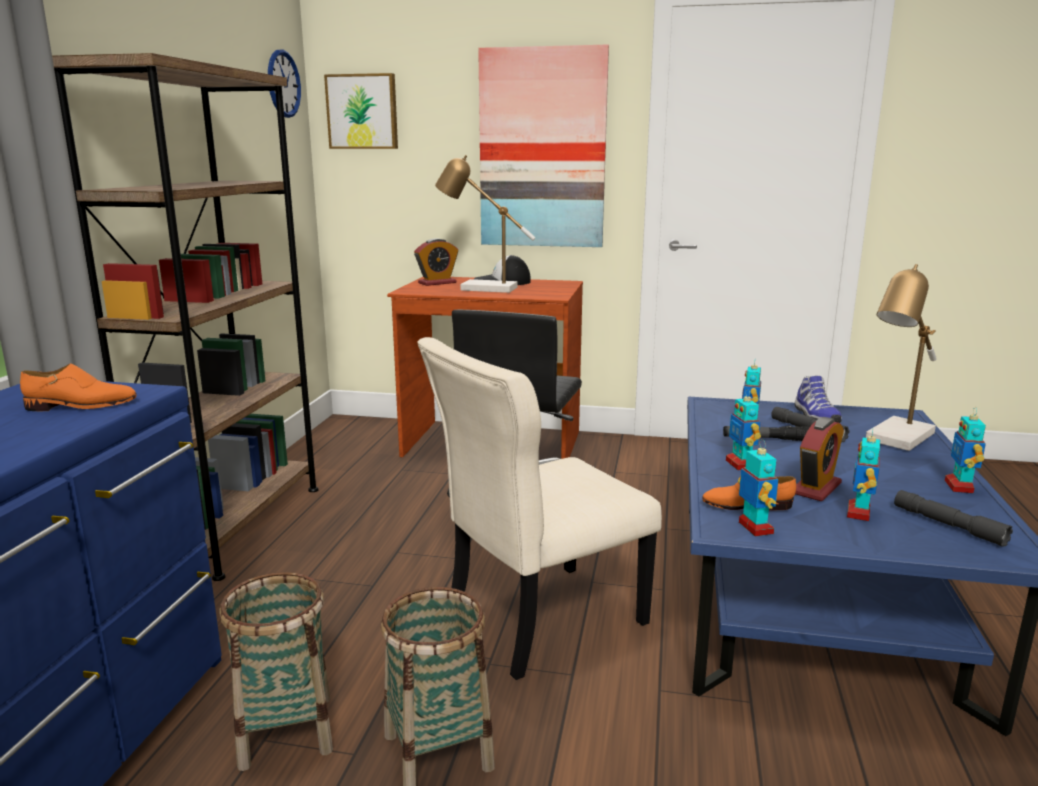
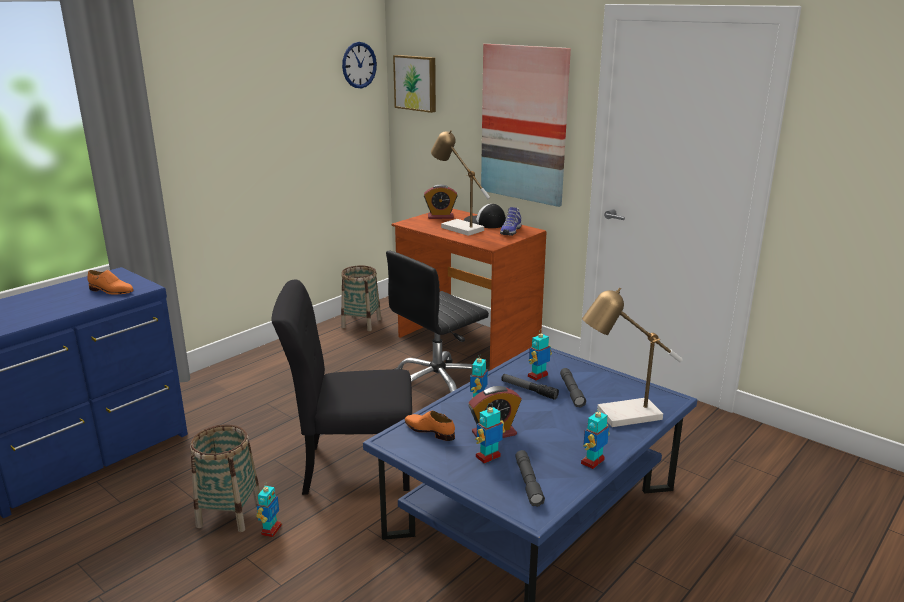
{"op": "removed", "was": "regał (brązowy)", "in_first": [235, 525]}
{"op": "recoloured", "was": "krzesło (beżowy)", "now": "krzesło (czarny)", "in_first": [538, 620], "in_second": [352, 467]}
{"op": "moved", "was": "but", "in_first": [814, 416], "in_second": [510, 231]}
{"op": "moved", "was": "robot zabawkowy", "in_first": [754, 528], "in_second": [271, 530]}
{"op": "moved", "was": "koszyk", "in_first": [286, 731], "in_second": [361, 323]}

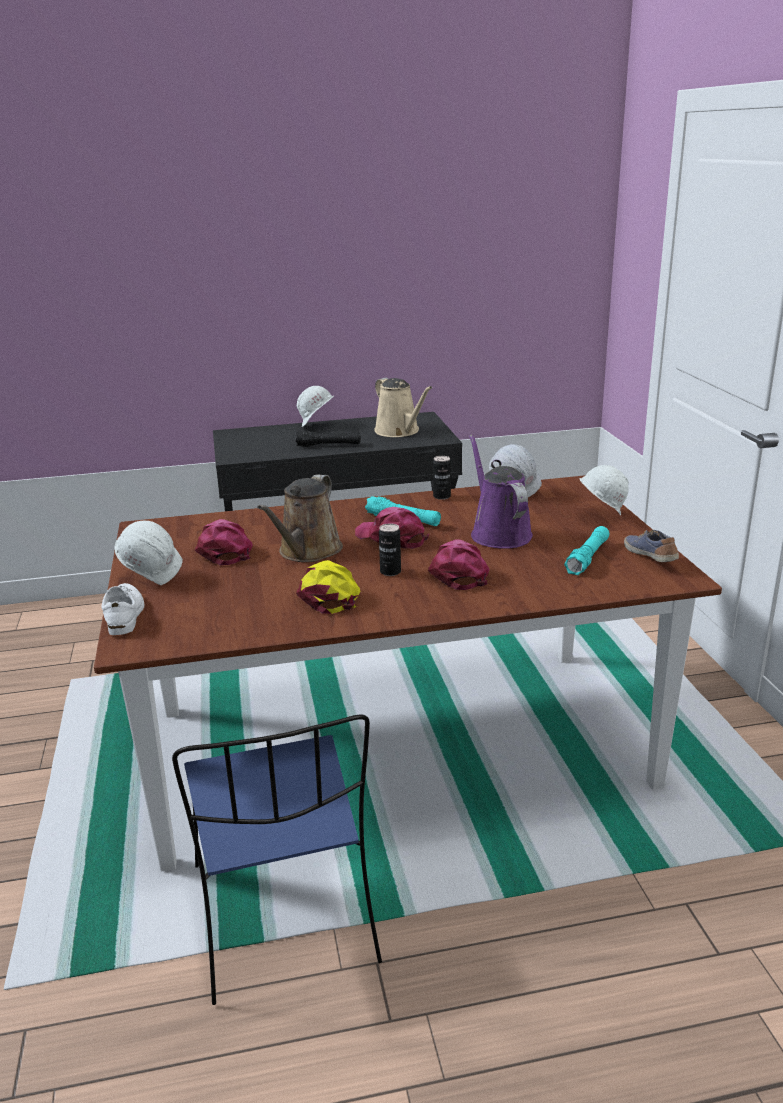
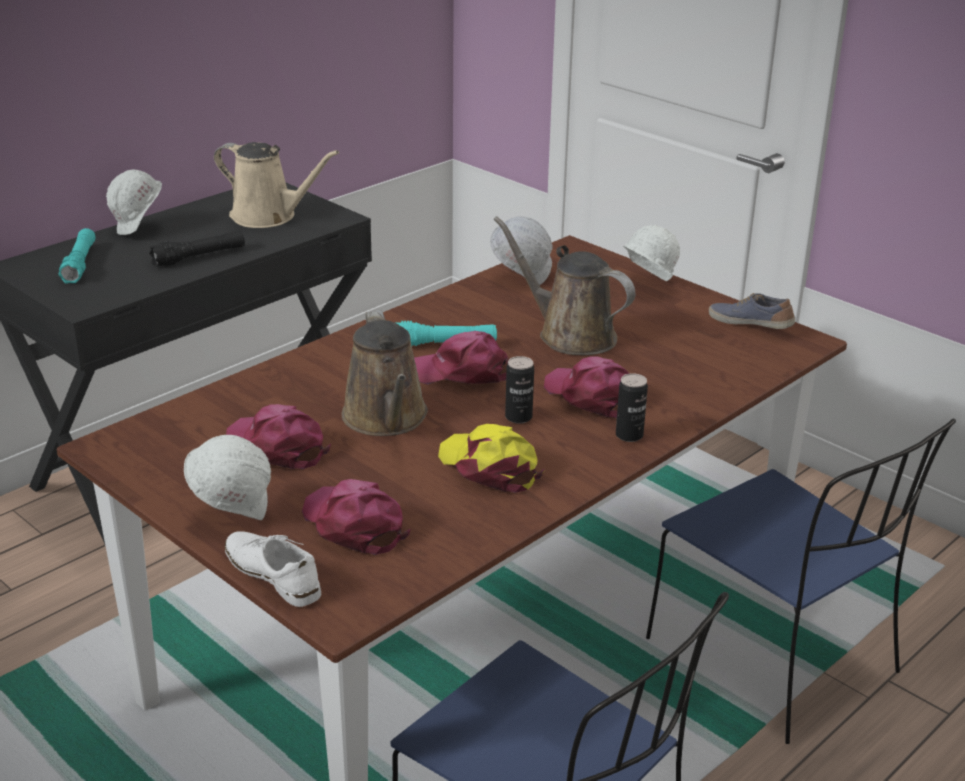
{"op": "recoloured", "was": "konewka (fioletowy)", "now": "konewka (brązowy)", "in_first": [498, 533], "in_second": [570, 335]}
{"op": "moved", "was": "puszka", "in_first": [441, 496], "in_second": [629, 435]}
{"op": "moved", "was": "latarka (turkusowy)", "in_first": [588, 558], "in_second": [80, 264]}
{"op": "added", "now": "krzesło (niebieski)", "in_second": [776, 659]}
{"op": "added", "now": "czapka z daszkiem (różowy)", "in_second": [354, 524]}

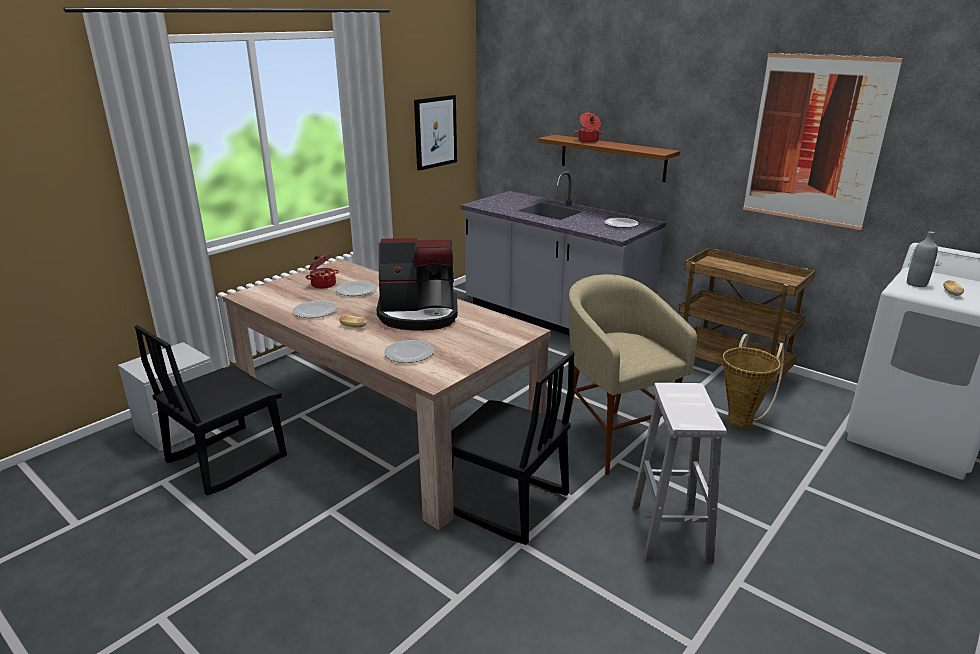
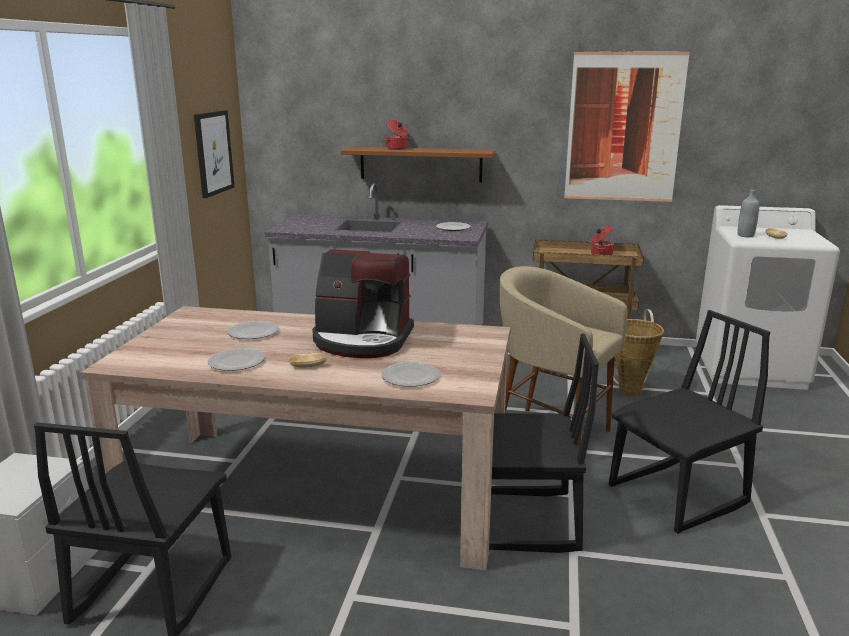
{"op": "turned", "was": "ekspres do kawy", "in_first": [419, 314], "in_second": [362, 340], "clockwise": 45}
{"op": "moved", "was": "garnek", "in_first": [323, 284], "in_second": [601, 254]}
{"op": "replaced", "was": "stołek (biały)", "now": "krzesło (czarny)", "in_first": [670, 533], "in_second": [678, 496]}

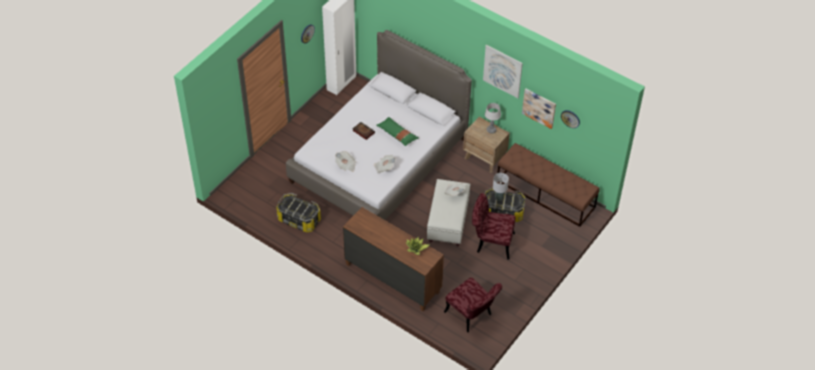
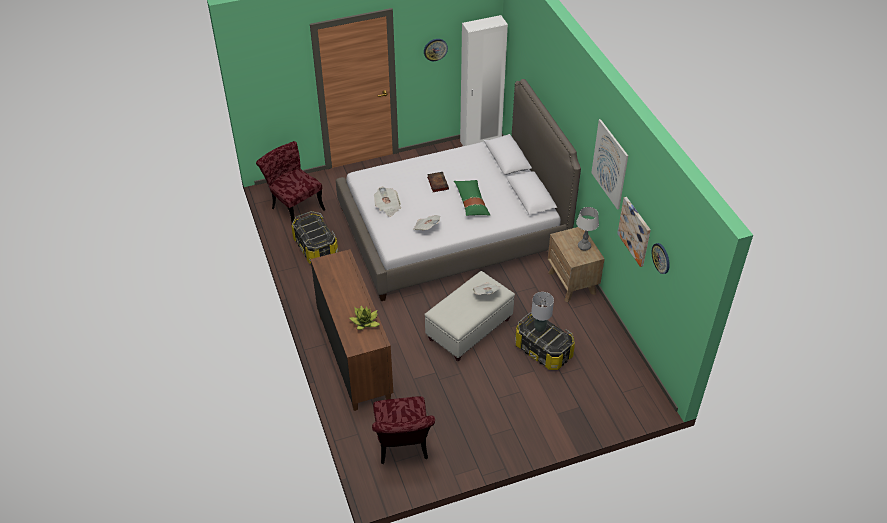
{"op": "removed", "was": "ławka (brązowy)", "in_first": [546, 194]}
{"op": "moved", "was": "krzesło (czerwony)", "in_first": [491, 242], "in_second": [294, 206]}

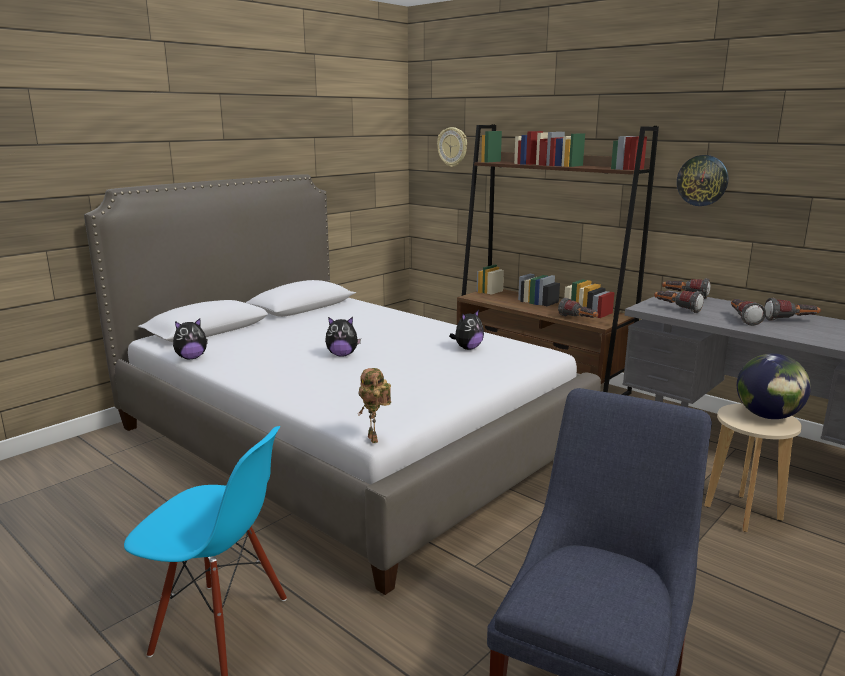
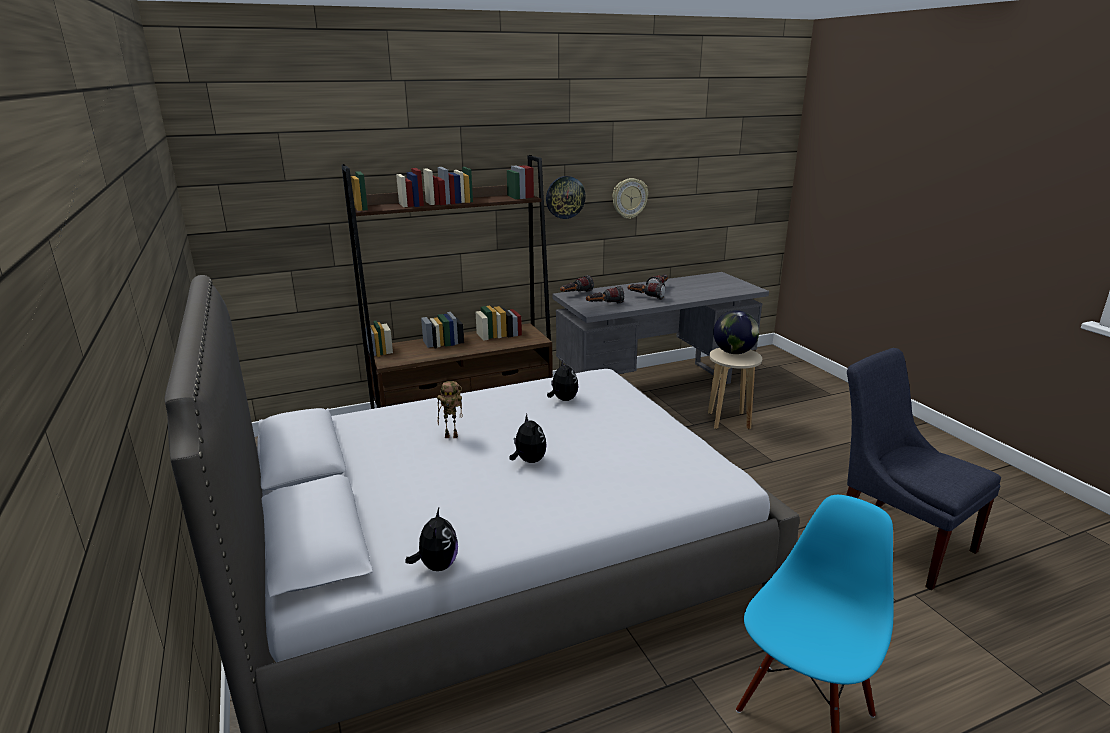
{"op": "moved", "was": "zegar ścienny", "in_first": [452, 147], "in_second": [629, 198]}
{"op": "removed", "was": "latarka", "in_first": [578, 320]}
{"op": "turned", "was": "pluszak", "in_first": [342, 355], "in_second": [528, 461], "clockwise": -45}
{"op": "moved", "was": "robot zabawkowy", "in_first": [375, 439], "in_second": [452, 436]}

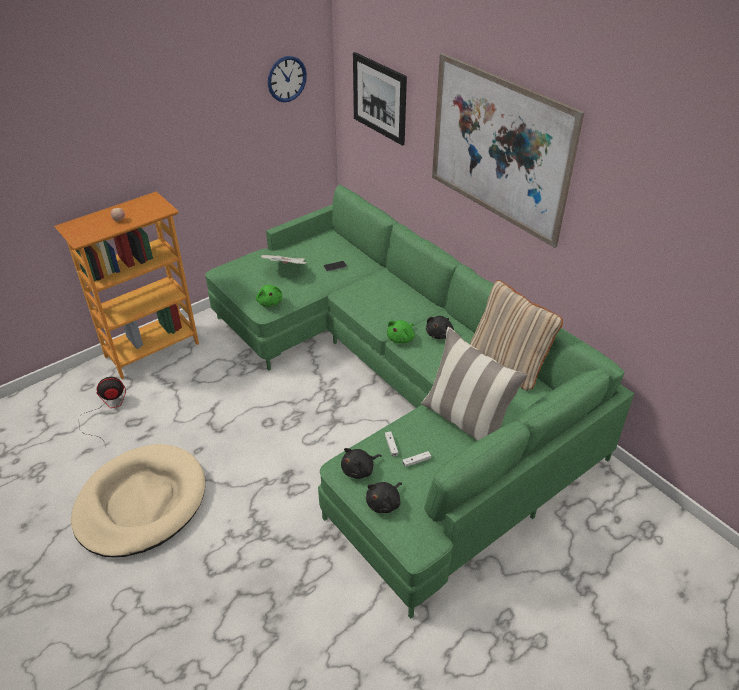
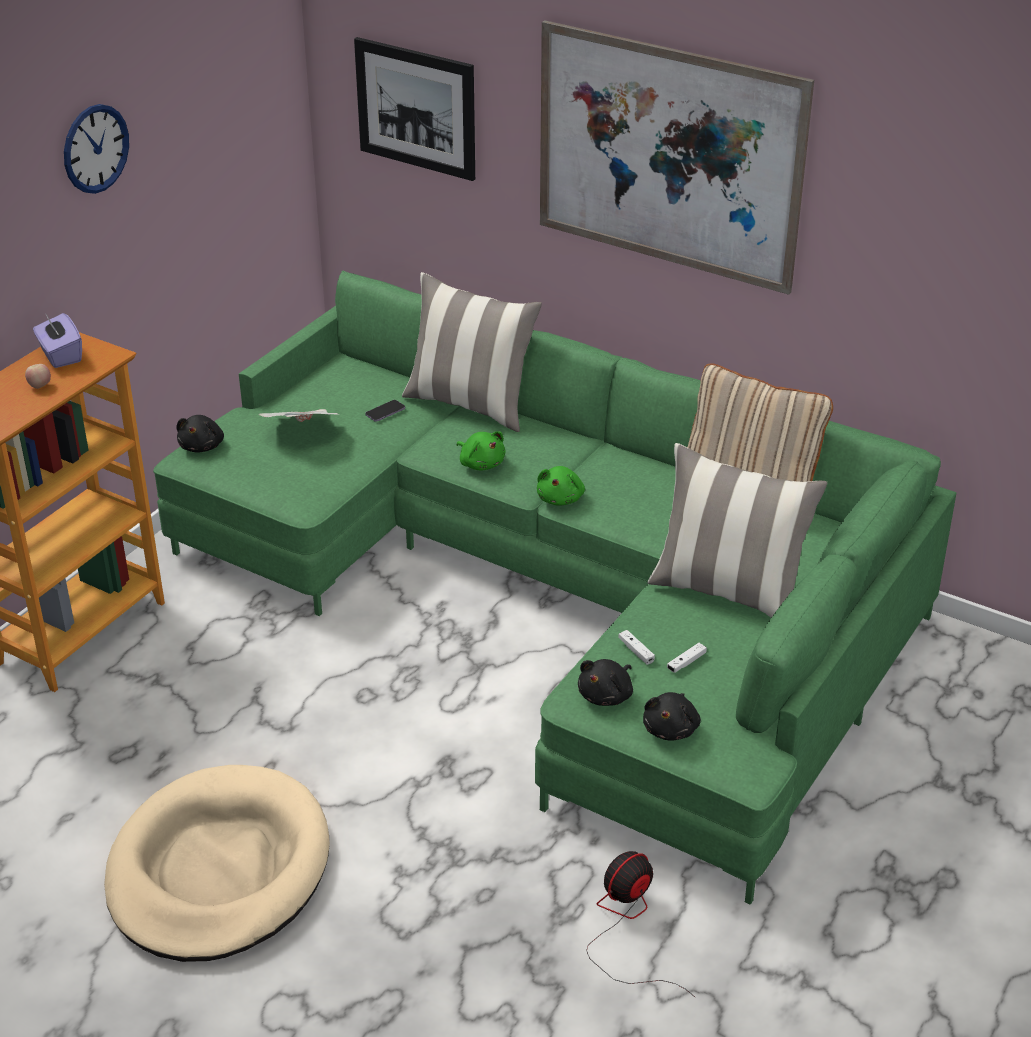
{"op": "moved", "was": "zegar ścienny", "in_first": [286, 79], "in_second": [95, 148]}
{"op": "moved", "was": "pluszak (zielony)", "in_first": [270, 302], "in_second": [481, 463]}
{"op": "moved", "was": "pluszak (czarny)", "in_first": [440, 334], "in_second": [202, 446]}
{"op": "moved", "was": "wentylator", "in_first": [106, 410], "in_second": [627, 925]}
{"op": "added", "now": "poduszka", "in_second": [470, 405]}
{"op": "added", "now": "pudełko chusteczek (fioletowy)", "in_second": [60, 355]}

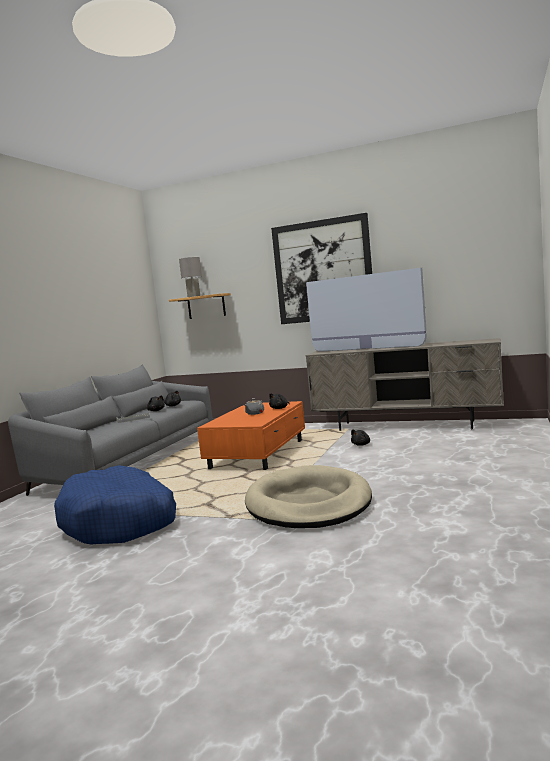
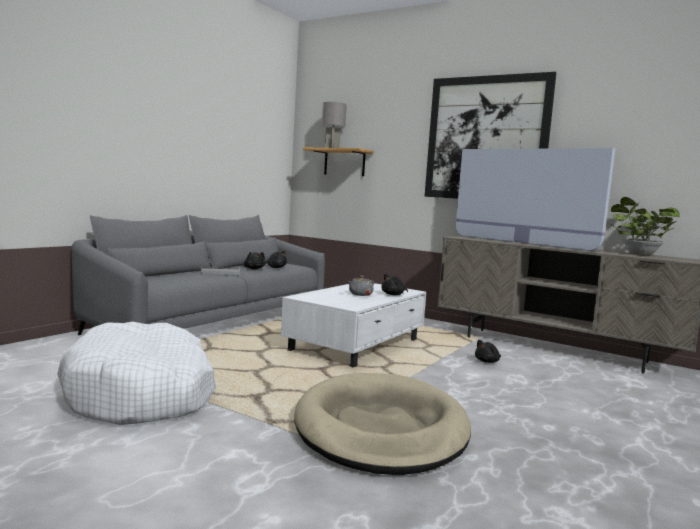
{"op": "recoloured", "was": "ława (pomarańczowy)", "now": "ława (biały)", "in_first": [258, 454], "in_second": [357, 345]}
{"op": "recoloured", "was": "legowisko (niebieski)", "now": "legowisko (biały)", "in_first": [120, 522], "in_second": [141, 394]}
{"op": "added", "now": "roślina doniczkowa", "in_second": [637, 254]}

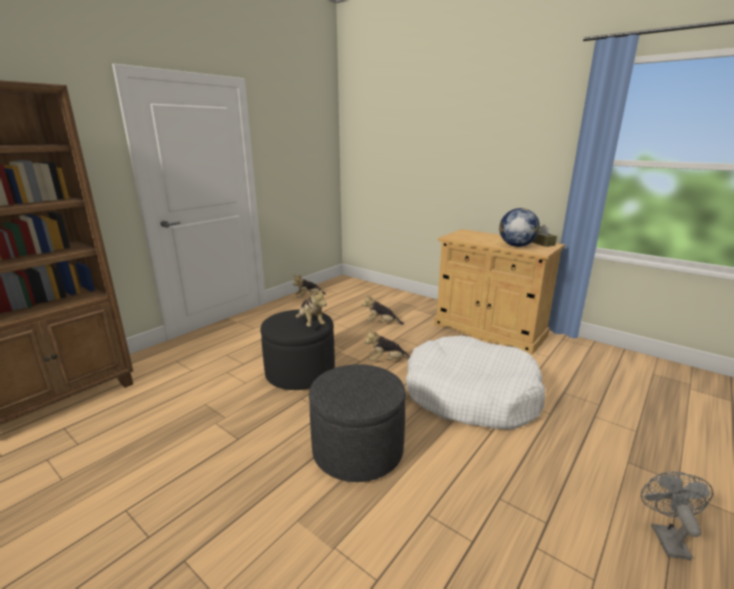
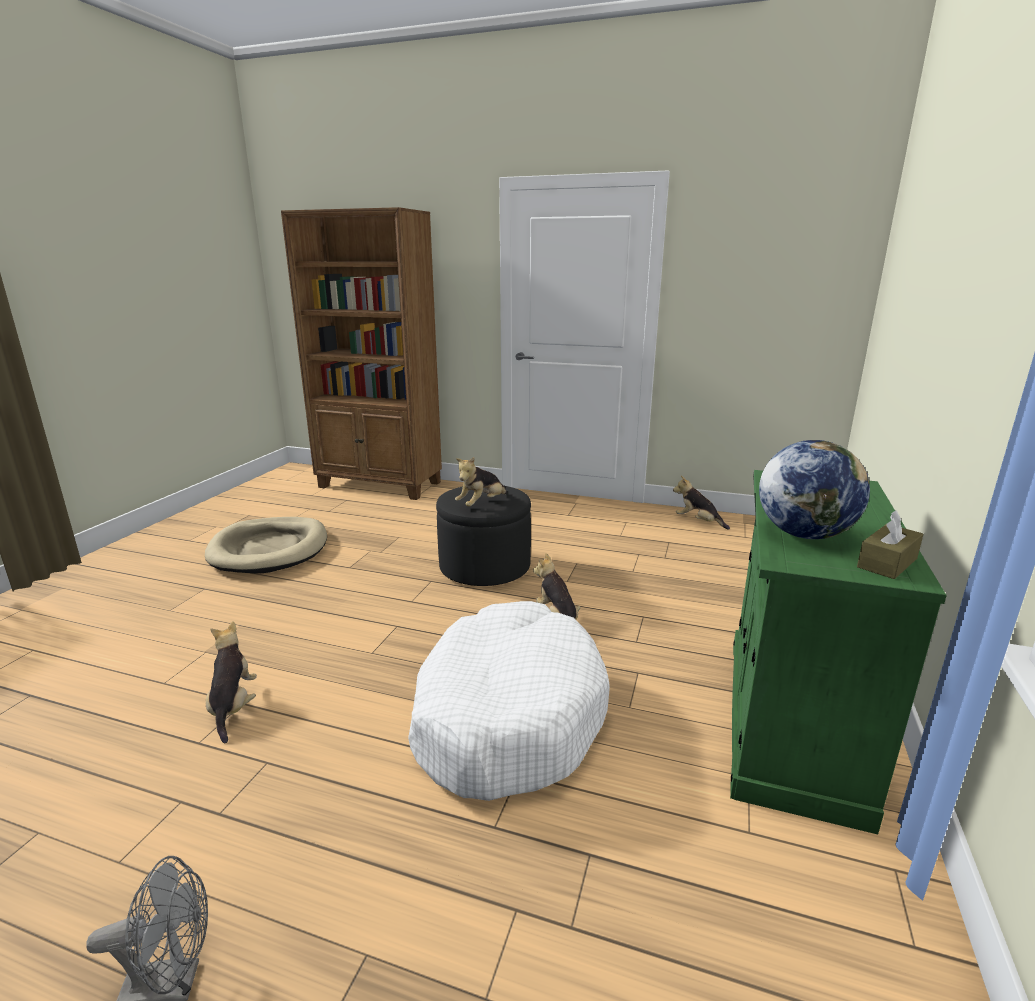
{"op": "recoloured", "was": "szafka (beżowy)", "now": "szafka (zielony)", "in_first": [489, 330], "in_second": [790, 721]}
{"op": "moved", "was": "pluszak", "in_first": [381, 323], "in_second": [233, 706]}
{"op": "removed", "was": "pufa (szary)", "in_first": [358, 450]}
{"op": "added", "now": "legowisko (beżowy)", "in_second": [270, 549]}

